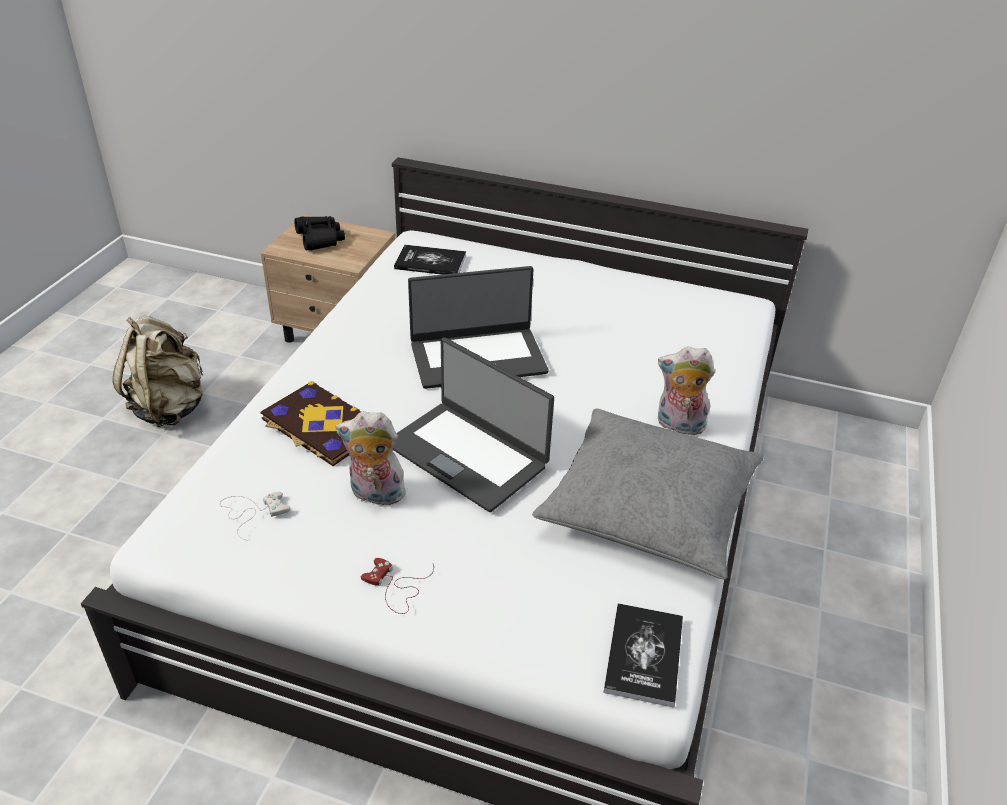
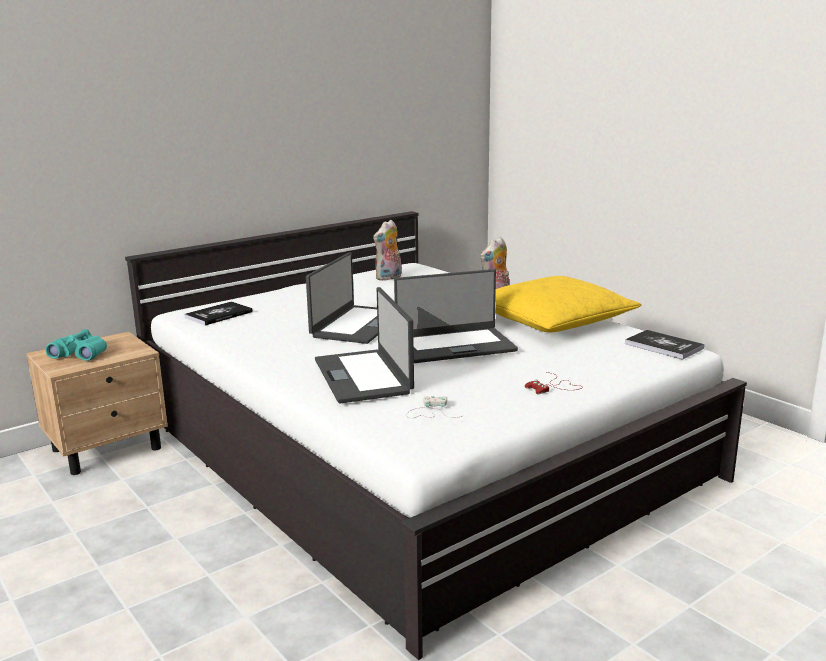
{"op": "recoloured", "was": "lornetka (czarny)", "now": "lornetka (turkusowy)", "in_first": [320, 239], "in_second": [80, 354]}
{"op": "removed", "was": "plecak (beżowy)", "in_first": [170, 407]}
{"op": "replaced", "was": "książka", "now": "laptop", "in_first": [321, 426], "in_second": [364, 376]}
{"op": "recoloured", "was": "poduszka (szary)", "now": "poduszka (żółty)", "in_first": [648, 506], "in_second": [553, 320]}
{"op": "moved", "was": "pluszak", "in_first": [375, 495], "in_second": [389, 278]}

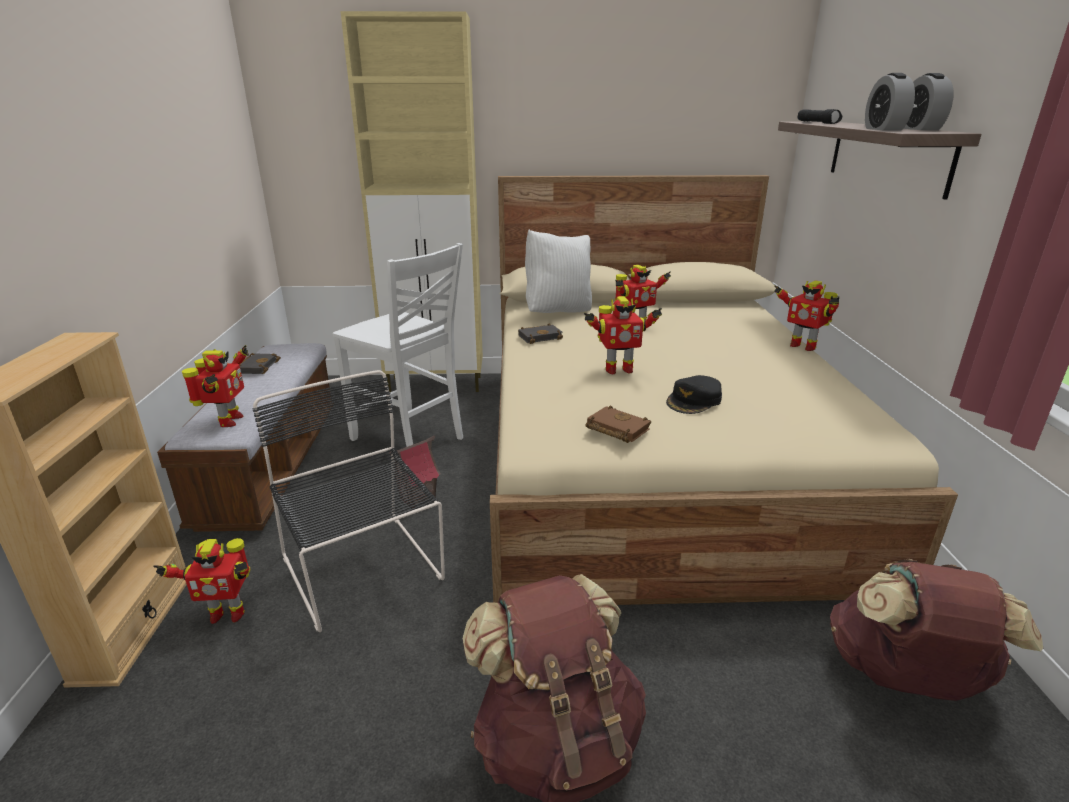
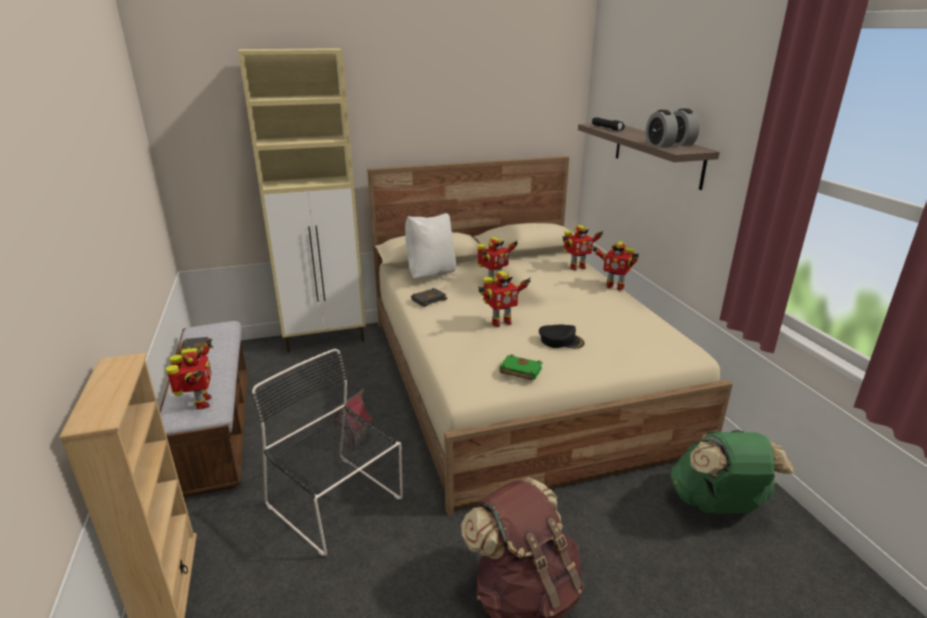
{"op": "removed", "was": "krzesło (biały)", "in_first": [409, 439]}
{"op": "turned", "was": "czapka z daszkiem (czarny)", "in_first": [694, 401], "in_second": [561, 341], "clockwise": -105}
{"op": "recoloured", "was": "książka (brązowy)", "now": "książka (zielony)", "in_first": [615, 429], "in_second": [519, 371]}
{"op": "moved", "was": "robot zabawkowy", "in_first": [227, 613], "in_second": [576, 267]}
{"op": "recoloured", "was": "plecak (brązowy)", "now": "plecak (zielony)", "in_first": [904, 678], "in_second": [717, 505]}

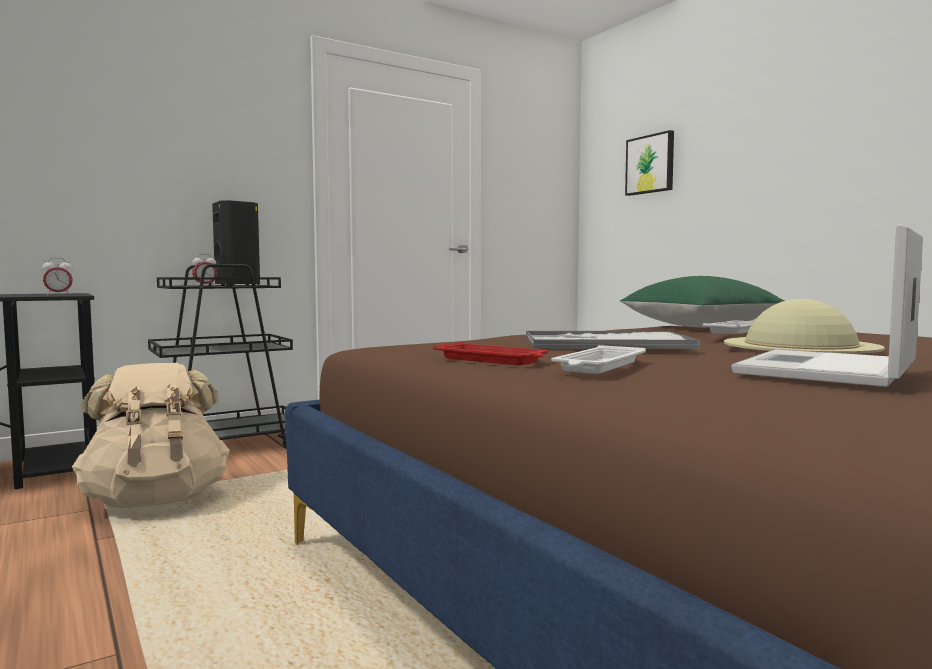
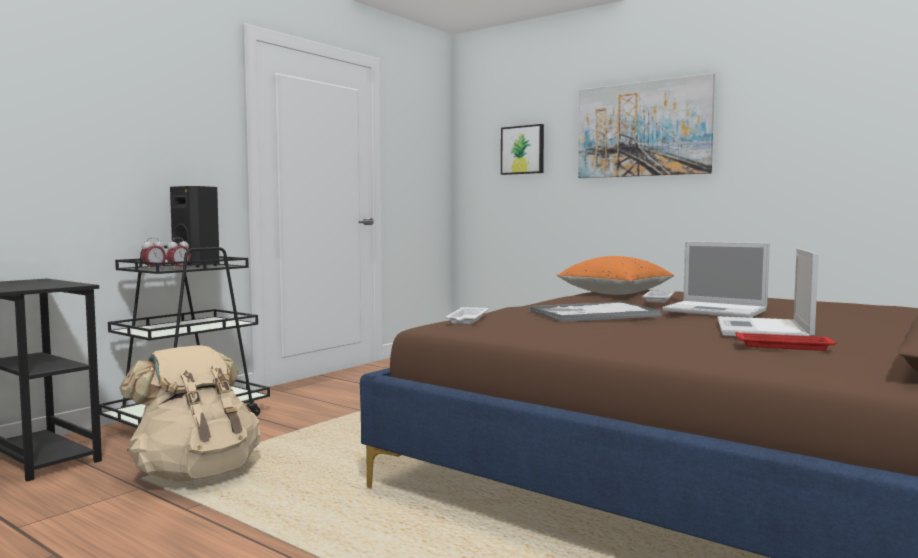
{"op": "moved", "was": "budzik", "in_first": [58, 295], "in_second": [154, 269]}
{"op": "recoloured", "was": "poduszka (zielony)", "now": "poduszka (pomarańczowy)", "in_first": [699, 327], "in_second": [615, 294]}
{"op": "replaced", "was": "kapelusz (beżowy)", "now": "laptop", "in_first": [799, 345], "in_second": [717, 310]}
{"op": "moved", "was": "taca (czerwony)", "in_first": [491, 360], "in_second": [785, 346]}
{"op": "moved", "was": "taca (biały)", "in_first": [599, 366], "in_second": [467, 319]}
{"op": "added", "now": "obraz", "in_second": [643, 129]}

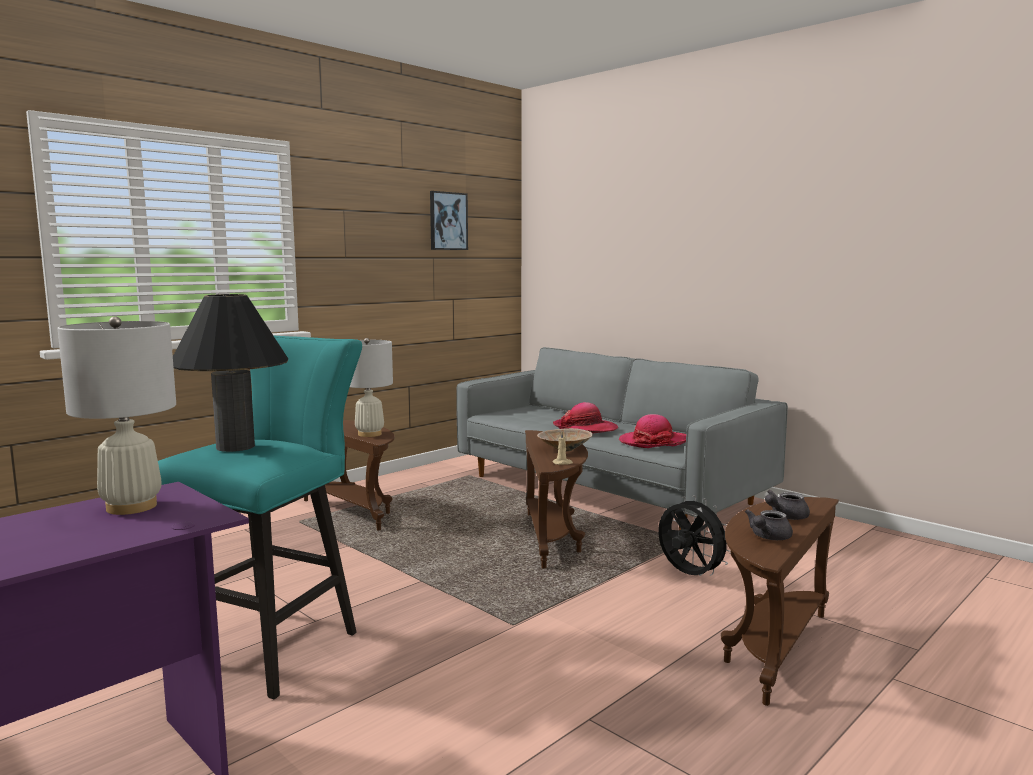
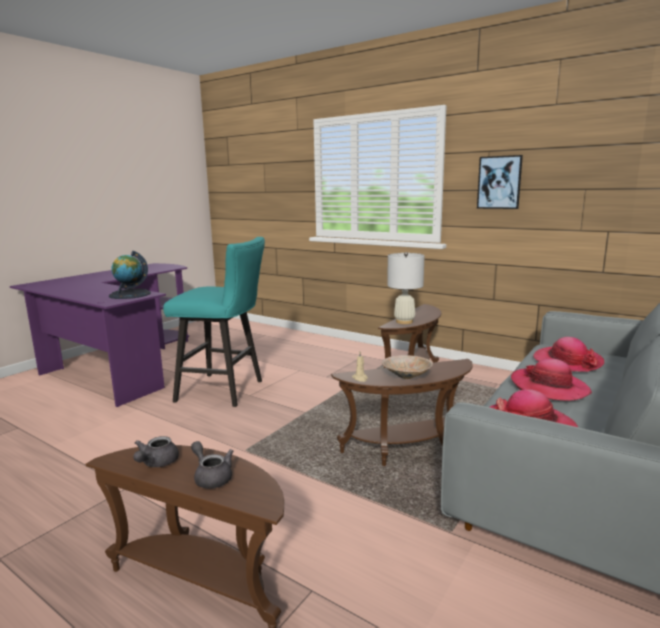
{"op": "moved", "was": "obraz", "in_first": [448, 221], "in_second": [499, 182]}
{"op": "removed", "was": "lampa stołowa (czarny)", "in_first": [235, 447]}
{"op": "replaced", "was": "lampa stołowa (biały)", "now": "globus", "in_first": [132, 507], "in_second": [130, 294]}
{"op": "removed", "was": "wentylator (czarny)", "in_first": [689, 575]}
{"op": "turned", "was": "imbryk (szary)", "in_first": [768, 537], "in_second": [156, 463], "clockwise": -105}
{"op": "added", "now": "kapelusz", "in_second": [567, 361]}

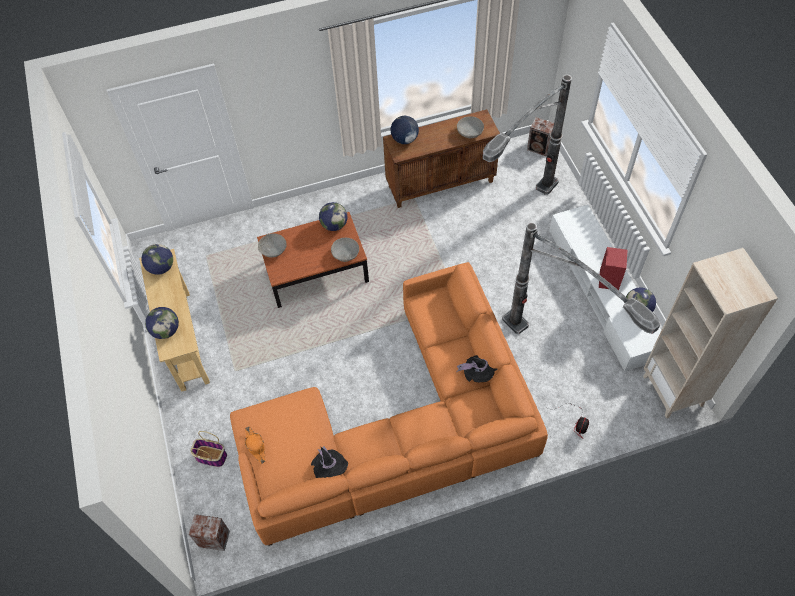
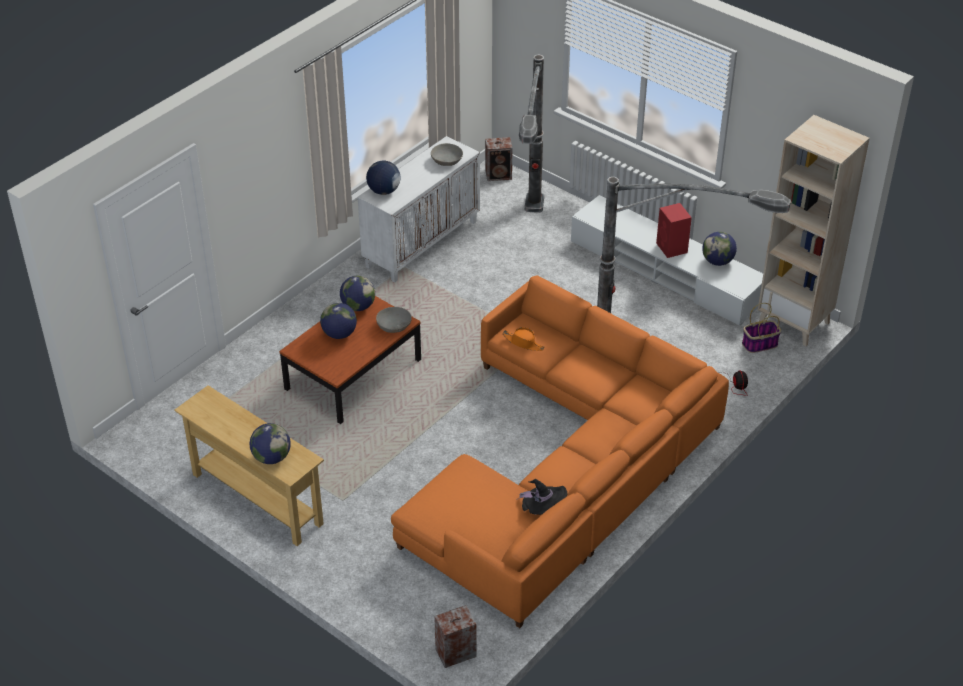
{"op": "recoloured", "was": "szafka (brązowy)", "now": "szafka (biały)", "in_first": [441, 183], "in_second": [422, 243]}
{"op": "removed", "was": "miska (szary)", "in_first": [273, 250]}
{"op": "moved", "was": "globus", "in_first": [161, 268], "in_second": [339, 334]}
{"op": "removed", "was": "kapelusz (czarny)", "in_first": [479, 372]}
{"op": "moved", "was": "kapelusz (pomarańczowy)", "in_first": [255, 446], "in_second": [523, 343]}
{"op": "moved", "was": "koszyk", "in_first": [210, 456], "in_second": [759, 344]}

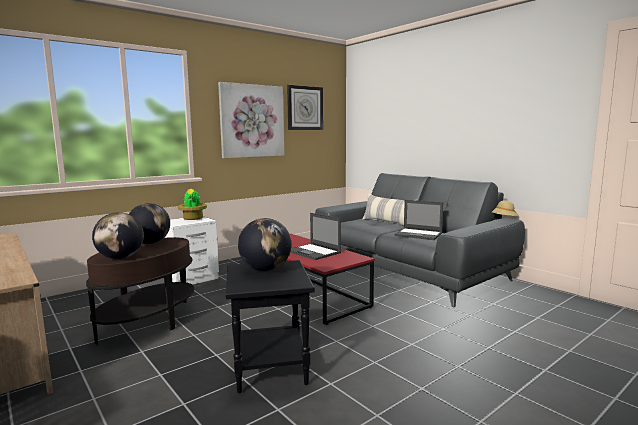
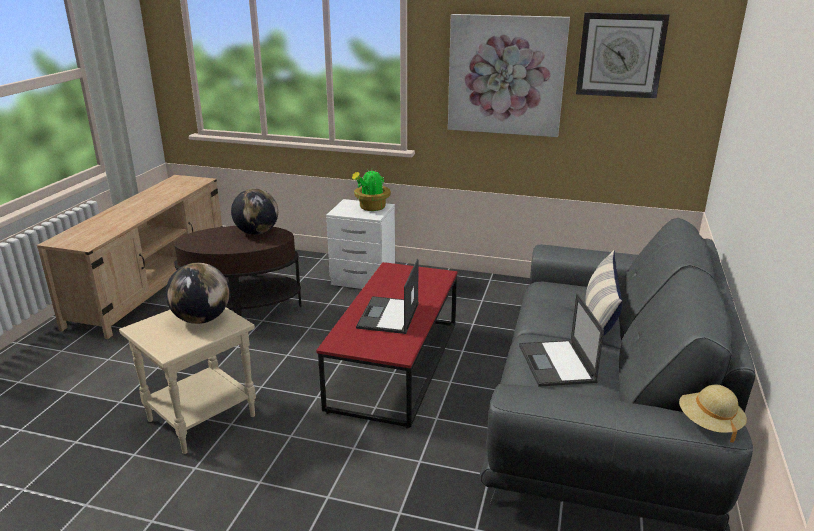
{"op": "removed", "was": "globus", "in_first": [120, 258]}
{"op": "recoloured", "was": "stolik (czarny)", "now": "stolik (beżowy)", "in_first": [268, 368], "in_second": [202, 417]}

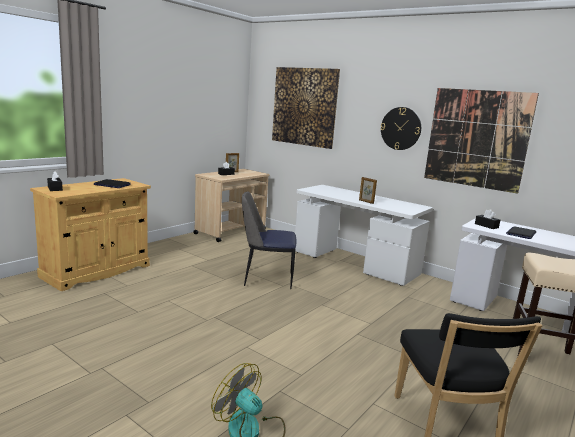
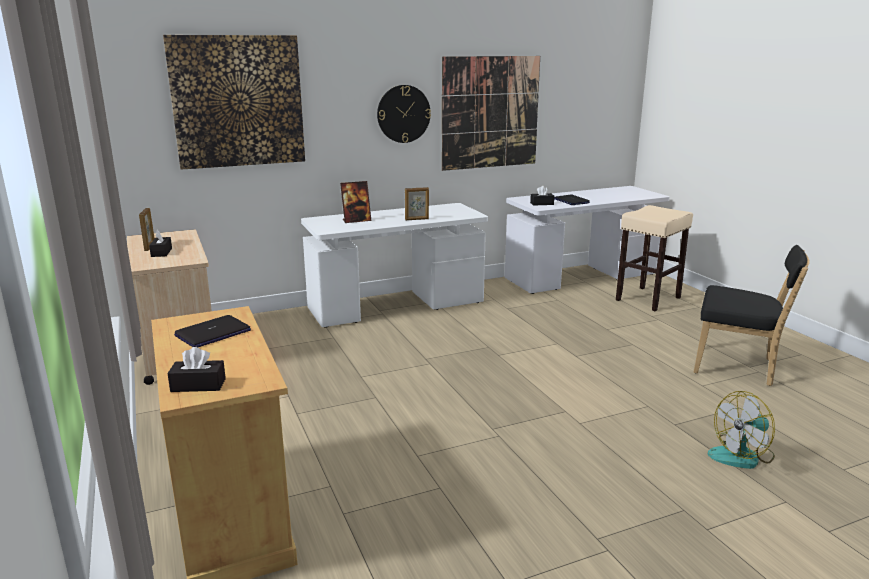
{"op": "removed", "was": "krzesło", "in_first": [266, 278]}
{"op": "added", "now": "ramka na zdjęcie", "in_second": [356, 220]}

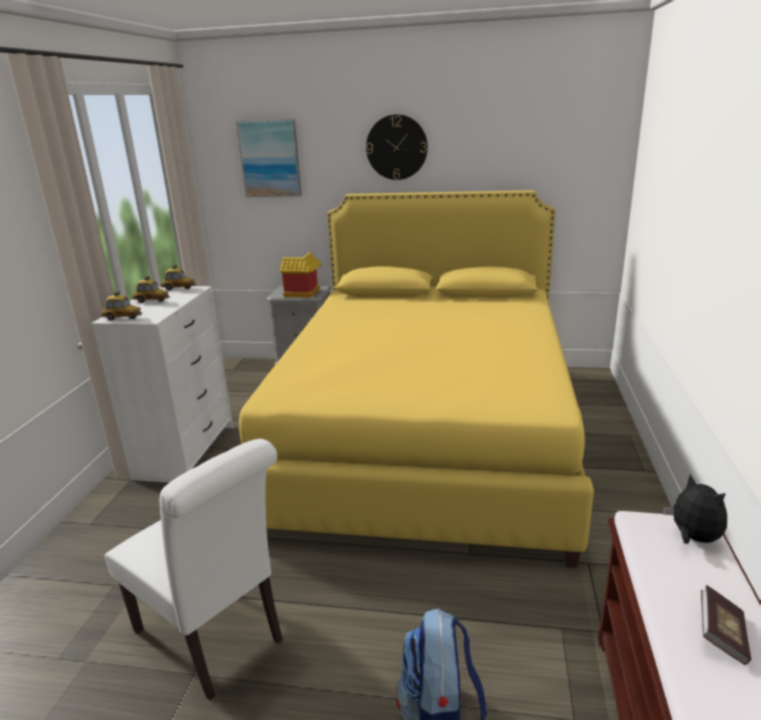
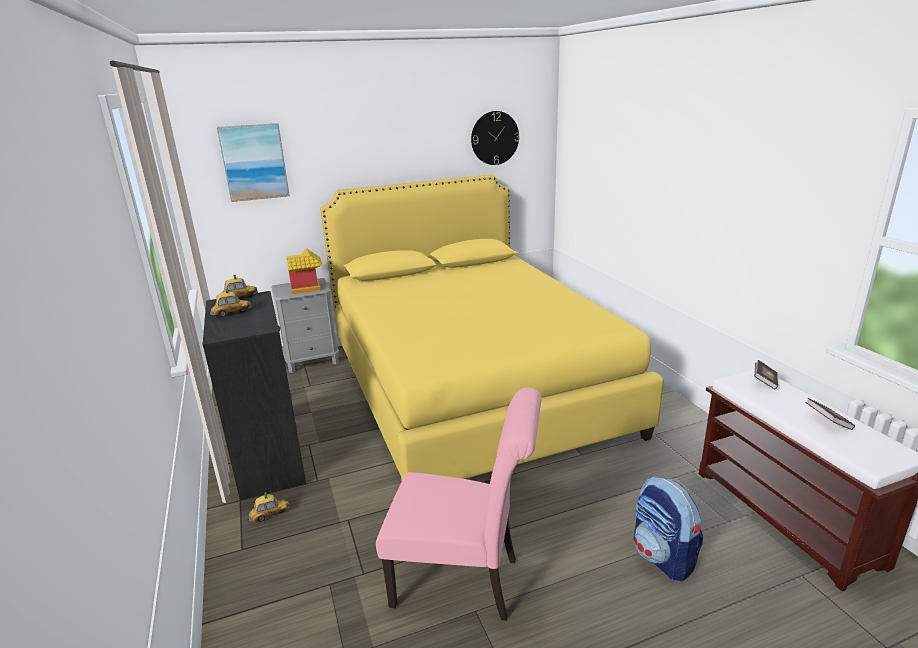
{"op": "moved", "was": "zegar ścienny", "in_first": [396, 147], "in_second": [494, 138]}
{"op": "recoloured", "was": "komoda (biały)", "now": "komoda (czarny)", "in_first": [186, 451], "in_second": [270, 459]}
{"op": "moved", "was": "samochodzik", "in_first": [122, 318], "in_second": [270, 515]}
{"op": "recoloured", "was": "krzesło (biały)", "now": "krzesło (różowy)", "in_first": [215, 639], "in_second": [464, 582]}
{"op": "replaced", "was": "pluszak", "now": "książka", "in_first": [692, 538], "in_second": [764, 381]}

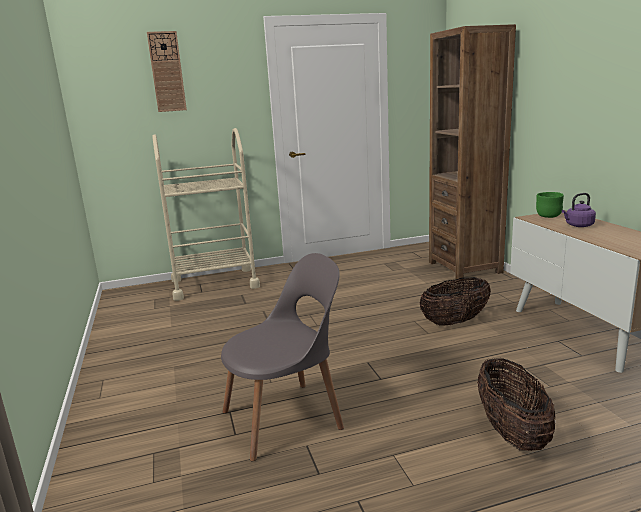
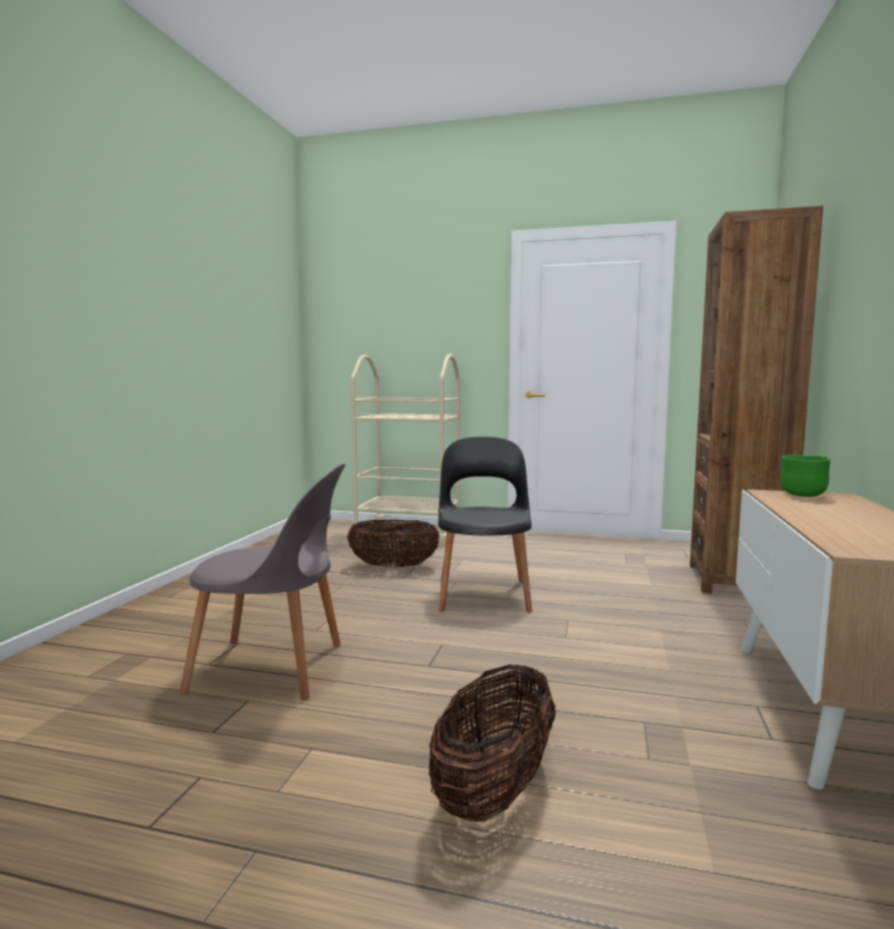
{"op": "removed", "was": "zegar ścienny", "in_first": [167, 72]}
{"op": "removed", "was": "czajnik (fioletowy)", "in_first": [578, 225]}
{"op": "moved", "was": "koszyk", "in_first": [455, 322], "in_second": [393, 566]}
{"op": "added", "now": "krzesło (czarny)", "in_second": [484, 592]}

